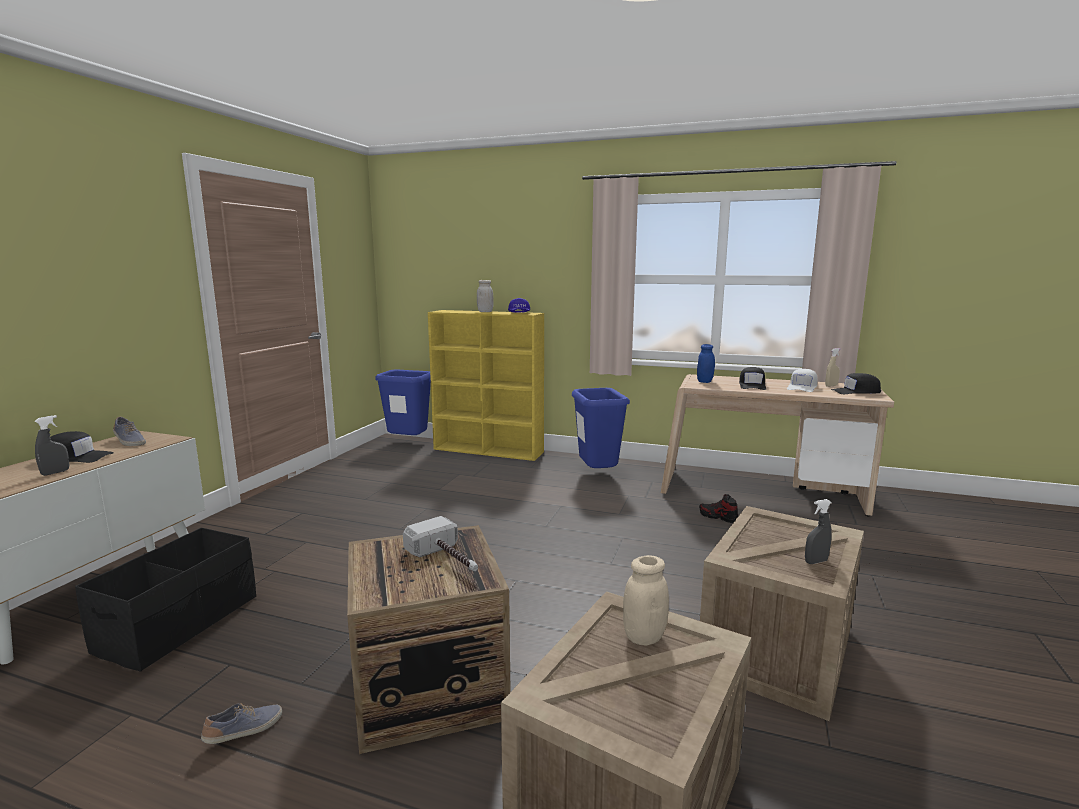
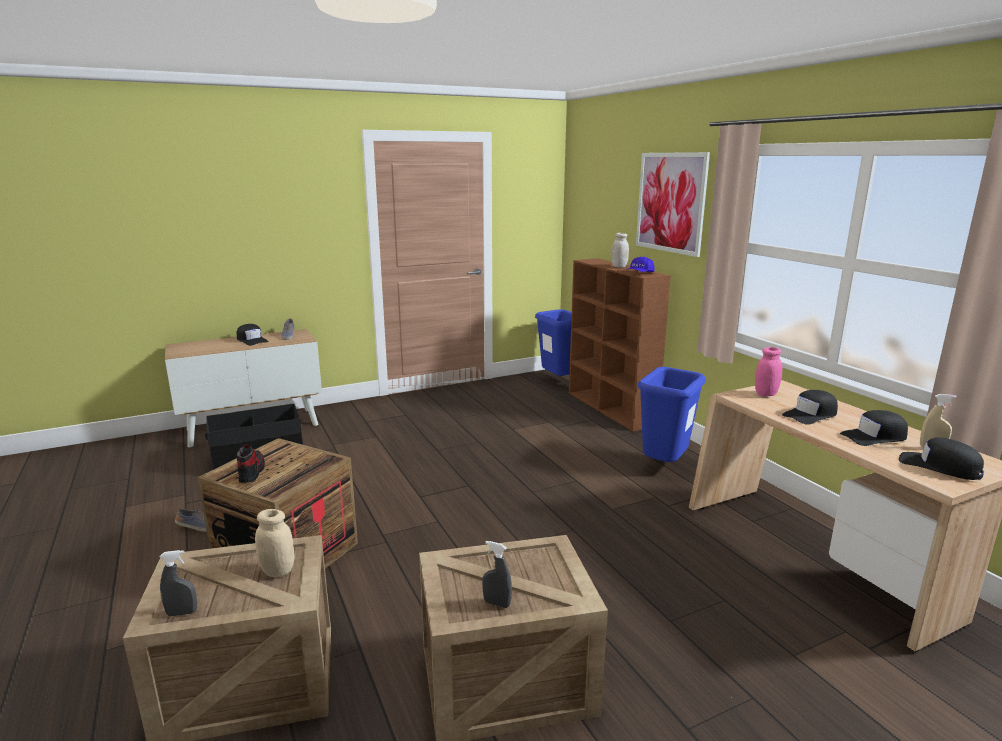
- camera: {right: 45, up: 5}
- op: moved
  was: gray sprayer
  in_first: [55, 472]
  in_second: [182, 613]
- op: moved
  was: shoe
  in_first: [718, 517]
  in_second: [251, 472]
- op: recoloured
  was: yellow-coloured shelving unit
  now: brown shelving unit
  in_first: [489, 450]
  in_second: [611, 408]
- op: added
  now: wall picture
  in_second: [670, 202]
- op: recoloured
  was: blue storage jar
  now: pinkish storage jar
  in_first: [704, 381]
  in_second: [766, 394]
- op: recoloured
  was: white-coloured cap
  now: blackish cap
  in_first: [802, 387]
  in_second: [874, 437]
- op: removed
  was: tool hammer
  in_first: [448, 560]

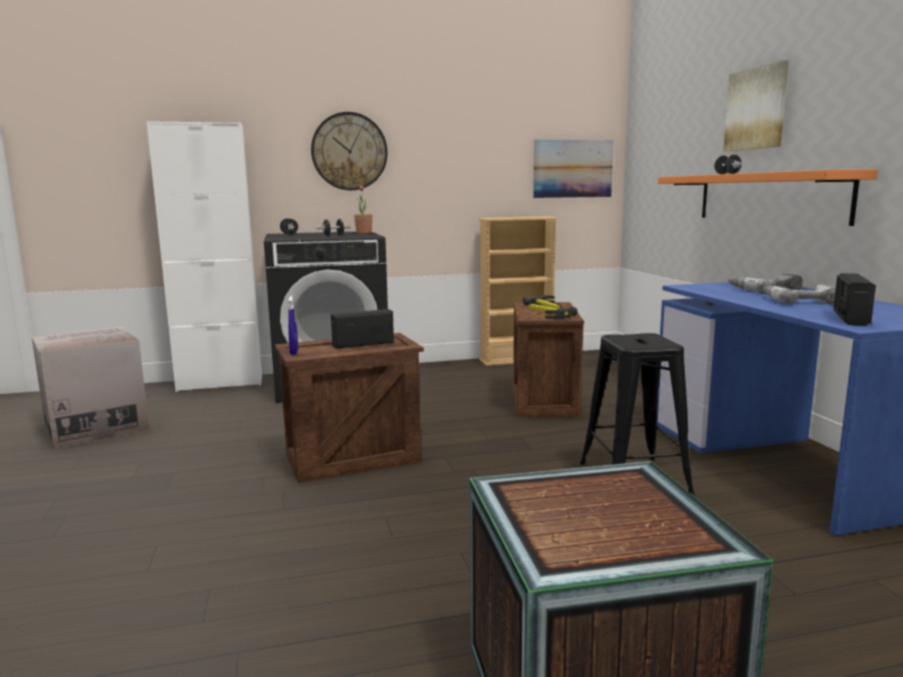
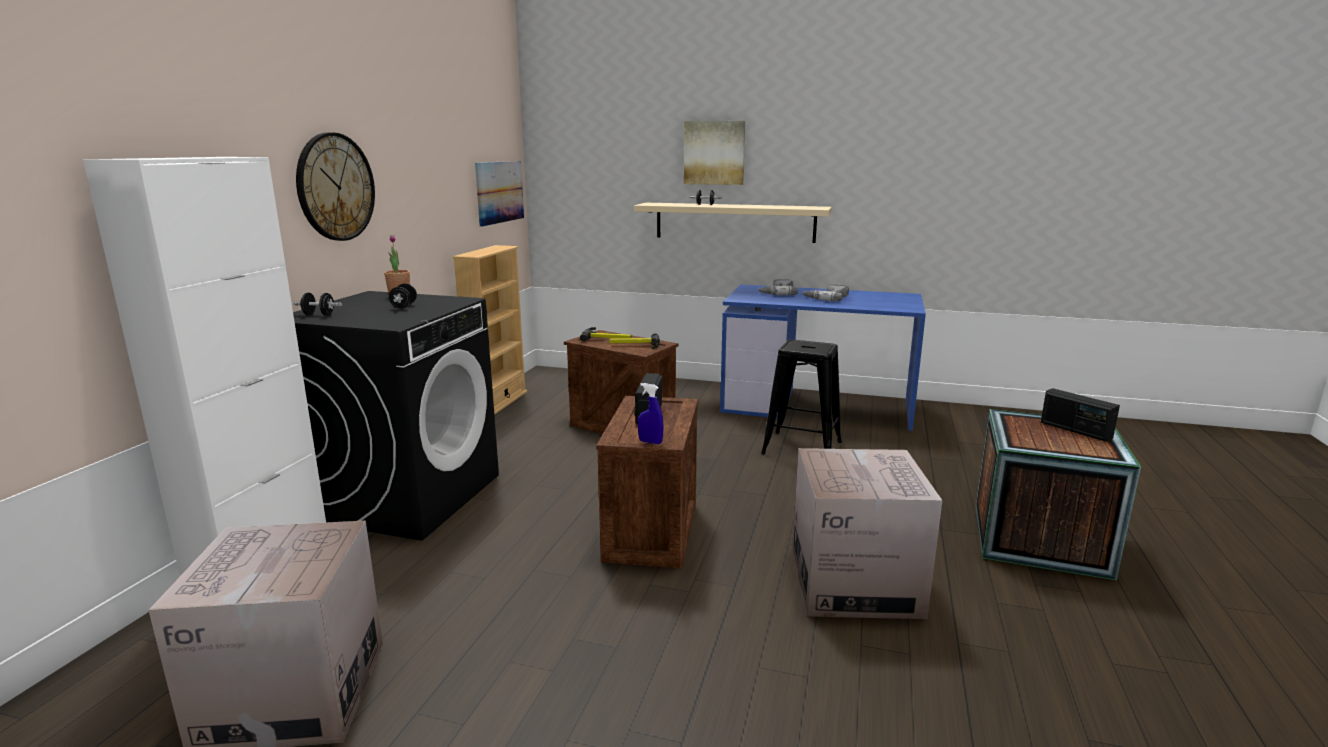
- camera: {right: -60, up: 5}
- op: recoloured
  was: orange bracket shelf
  now: beige bracket shelf
  in_first: [769, 197]
  in_second: [734, 222]
- op: added
  now: carton
  in_second: [854, 583]
- op: moved
  was: radio
  in_first: [850, 318]
  in_second: [1075, 430]

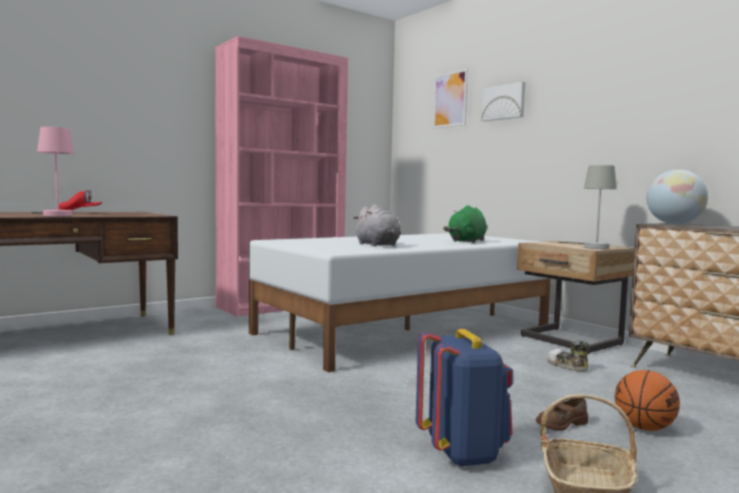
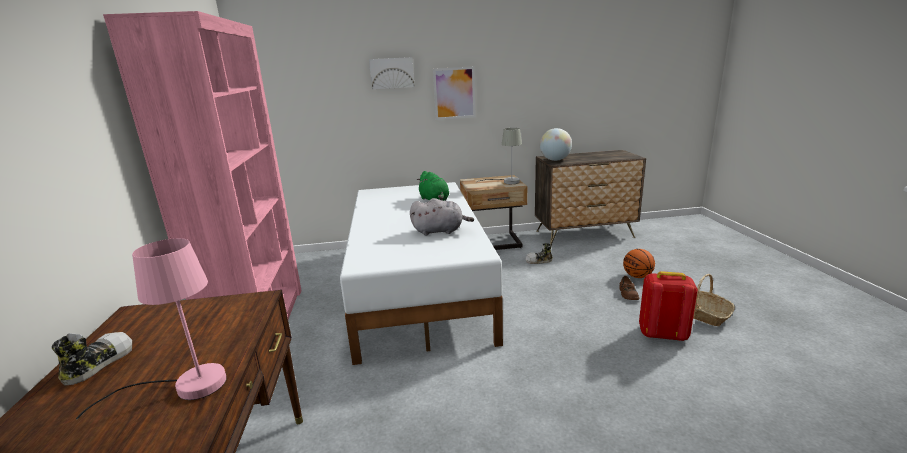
- camera: {right: -60, up: 15}
- op: replaced
  was: red-coloured cap
  now: shoe
  in_first: [80, 212]
  in_second: [98, 364]
- op: moved
  was: wall picture
  in_first: [450, 99]
  in_second: [454, 93]
- op: recoloured
  was: blue backpack
  now: red-coloured backpack
  in_first: [462, 453]
  in_second: [662, 334]

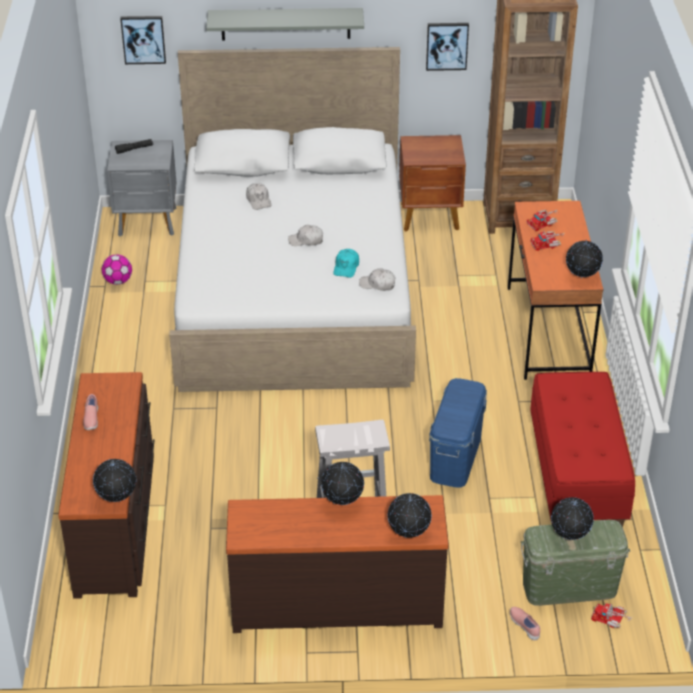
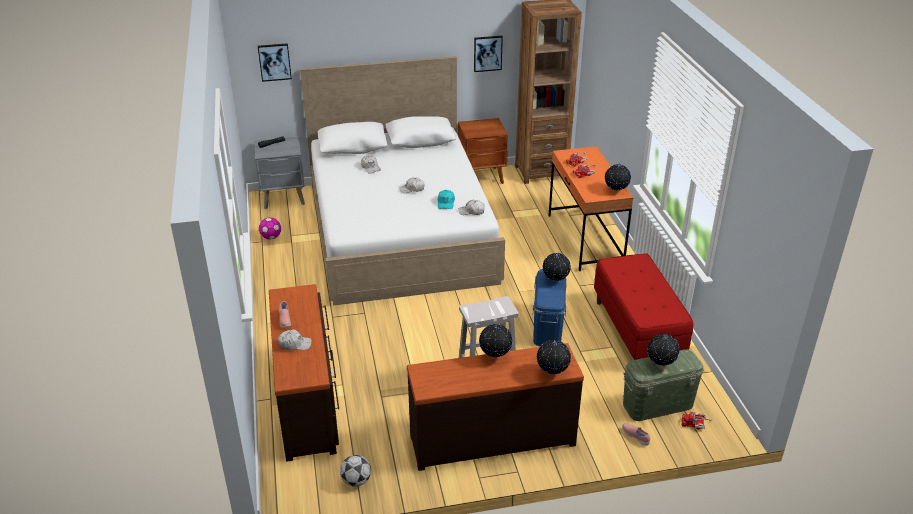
- camera: {right: -10, up: -5}
- op: added
  now: white-coloured cap
  in_second: [294, 344]
- op: added
  now: football
  in_second: [356, 481]
- op: moved
  was: globe
  in_first: [117, 499]
  in_second: [555, 281]
- op: removed
  was: gray bracket shelf
  in_first: [285, 24]

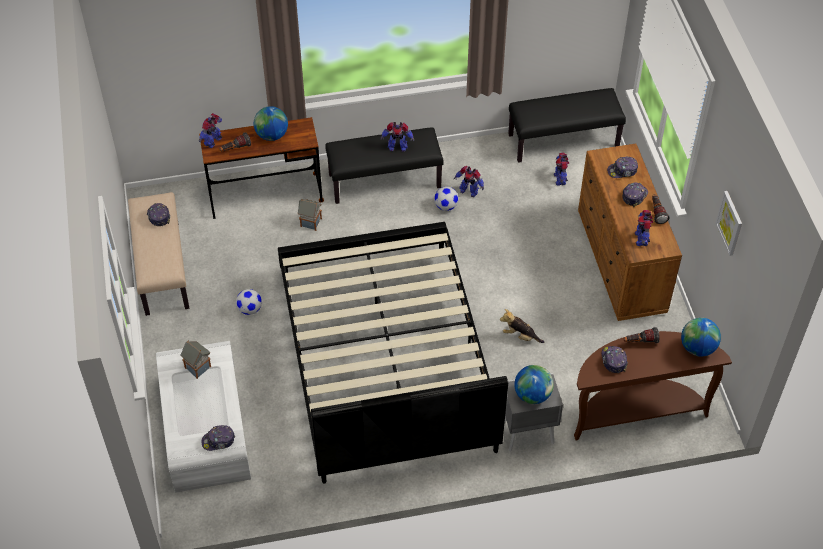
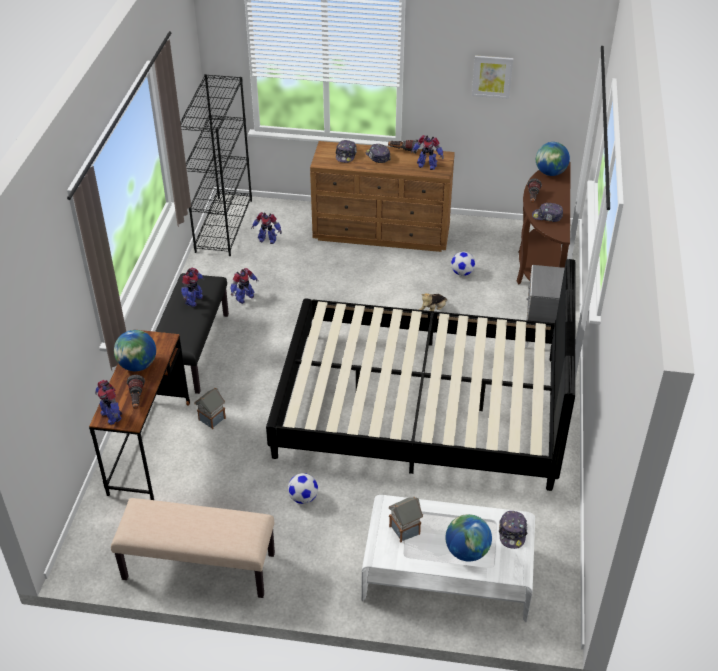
- camera: {right: -70, up: -10}
- op: replaced
  was: blackish long seat
  now: blackish shelving unit
  in_first: [563, 140]
  in_second: [224, 225]
- op: moved
  was: globe
  in_first: [532, 395]
  in_second: [466, 551]
- op: moved
  was: football
  in_first: [446, 206]
  in_second: [462, 273]
- op: removed
  was: cap
  in_first: [158, 216]

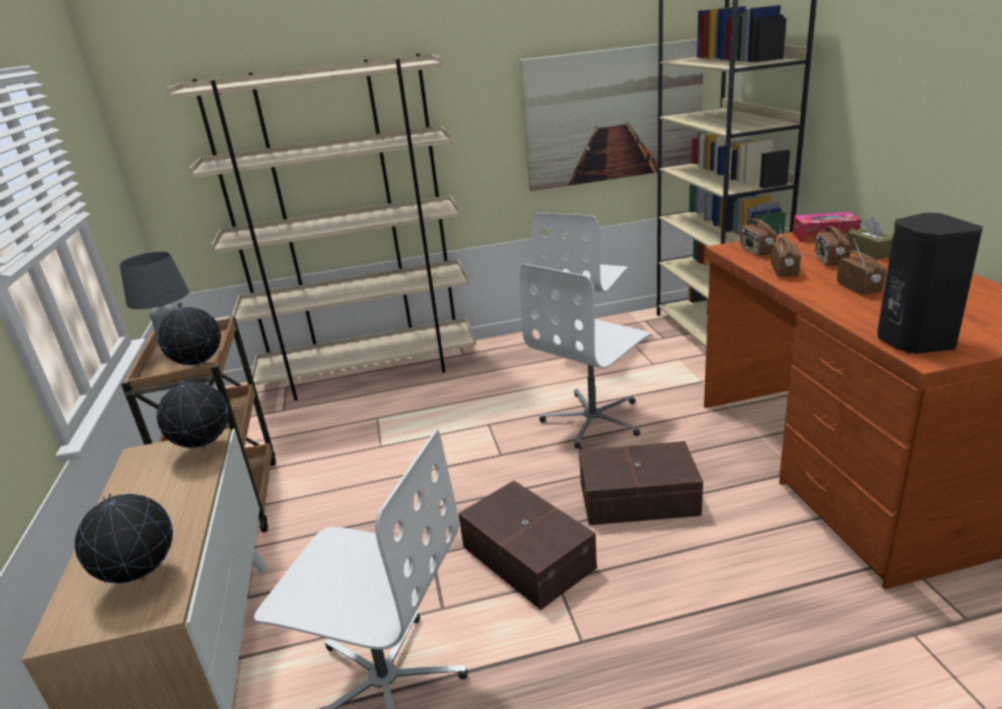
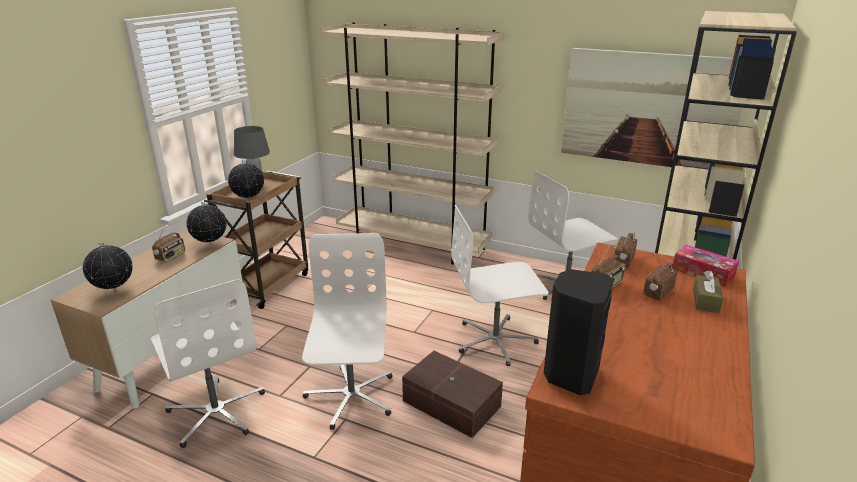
- camera: {right: 35, up: 0}
- op: moved
  was: radio
  in_first: [859, 288]
  in_second: [171, 257]
- op: replaced
  was: brown storage box
  now: white-coloured computer chair
  in_first: [528, 555]
  in_second: [351, 396]

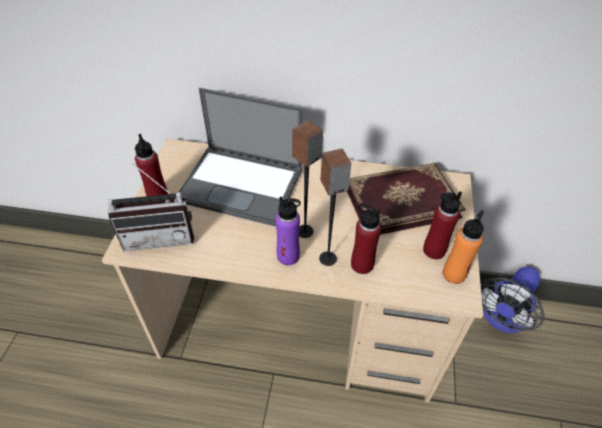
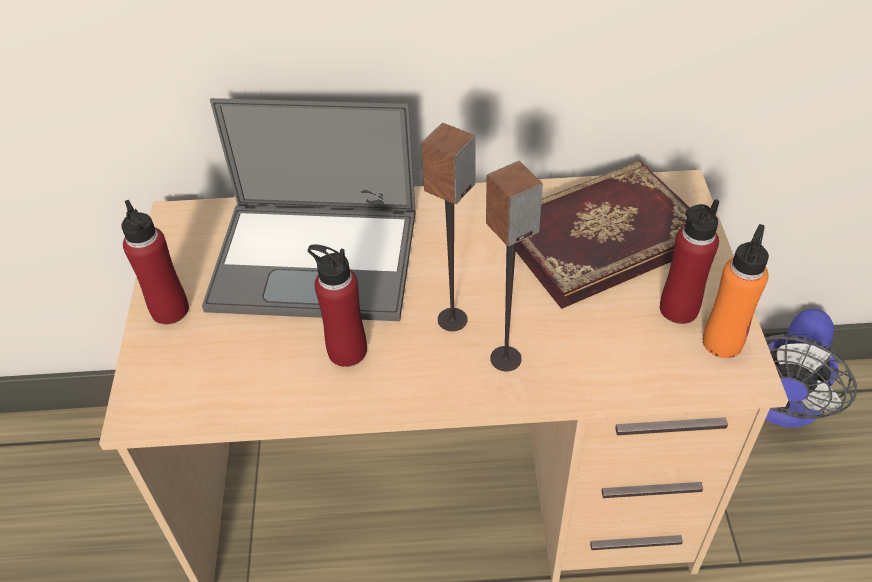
- camera: {right: -10, up: 0}
- op: moved
  was: red-coloured drink bottle
  in_first: [362, 264]
  in_second: [347, 351]
- op: removed
  was: radio
  in_first: [160, 235]
- op: removed
  was: purplish drink bottle
  in_first: [288, 256]

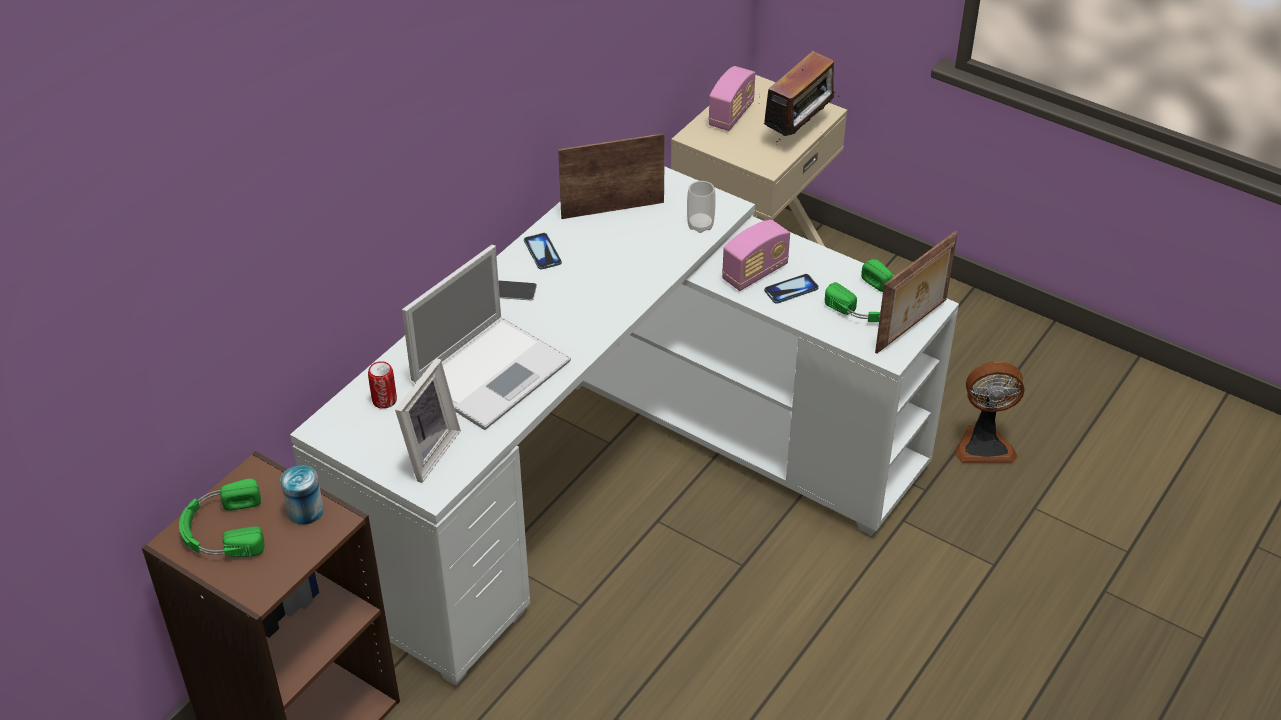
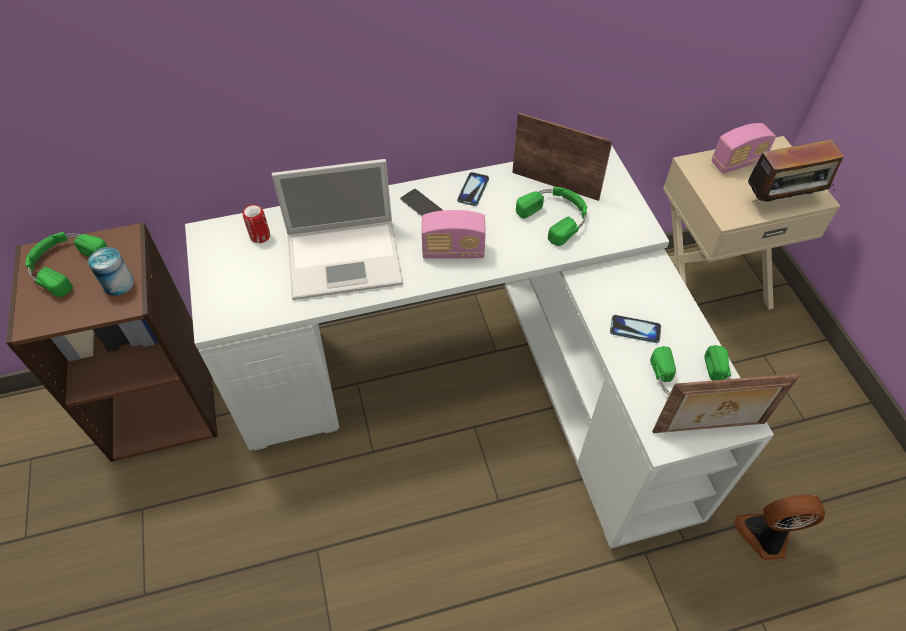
- camera: {right: 40, up: 10}
- op: moved
  was: radio
  in_first: [755, 273]
  in_second: [453, 251]
- op: added
  now: greenish headset
  in_second: [556, 217]
- op: turned
  was: fan
  in_first: [984, 444]
  in_second: [765, 536]
  clockwise: 135
- op: removed
  was: picture frame
  in_first: [426, 451]
- op: removed
  was: cup
  in_first: [700, 225]

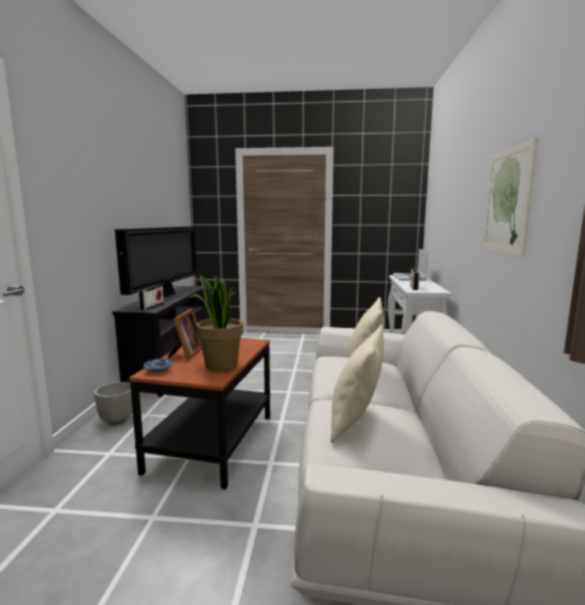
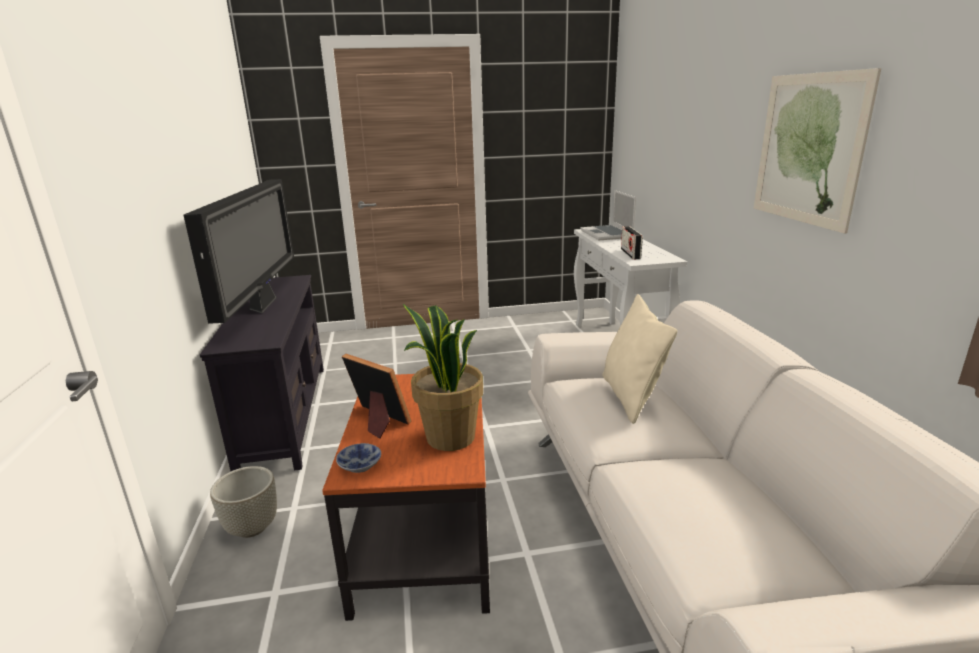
- camera: {right: -15, up: 10}
- op: turned
  was: picture frame
  in_first: [186, 353]
  in_second: [377, 421]
  clockwise: -45
- op: removed
  was: radio
  in_first: [152, 306]
- op: removed
  was: beige throw pillow
  in_first: [355, 421]

